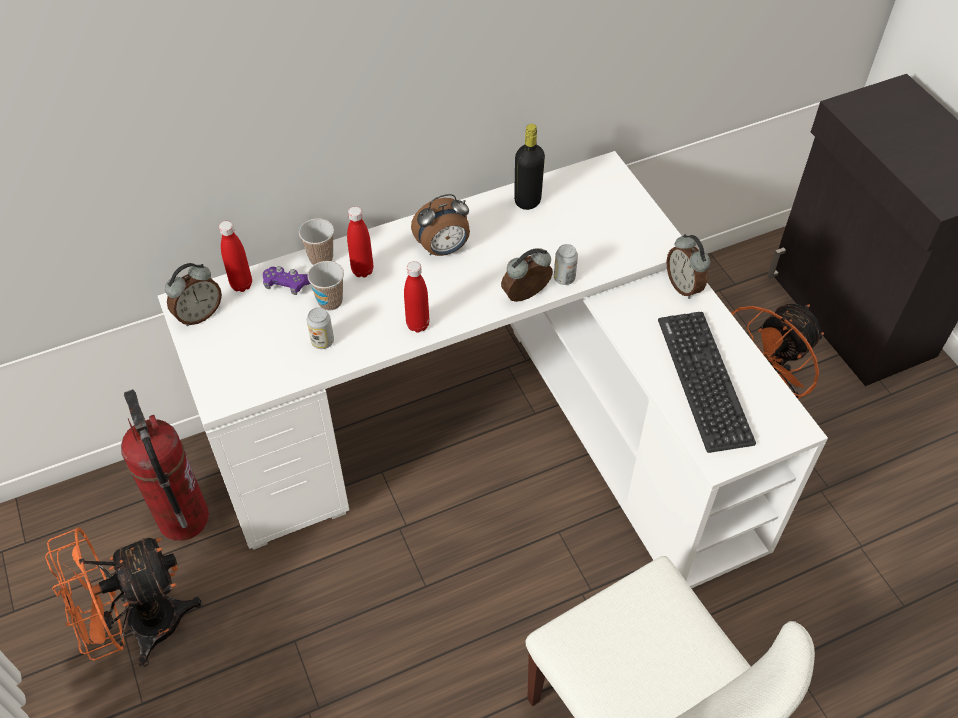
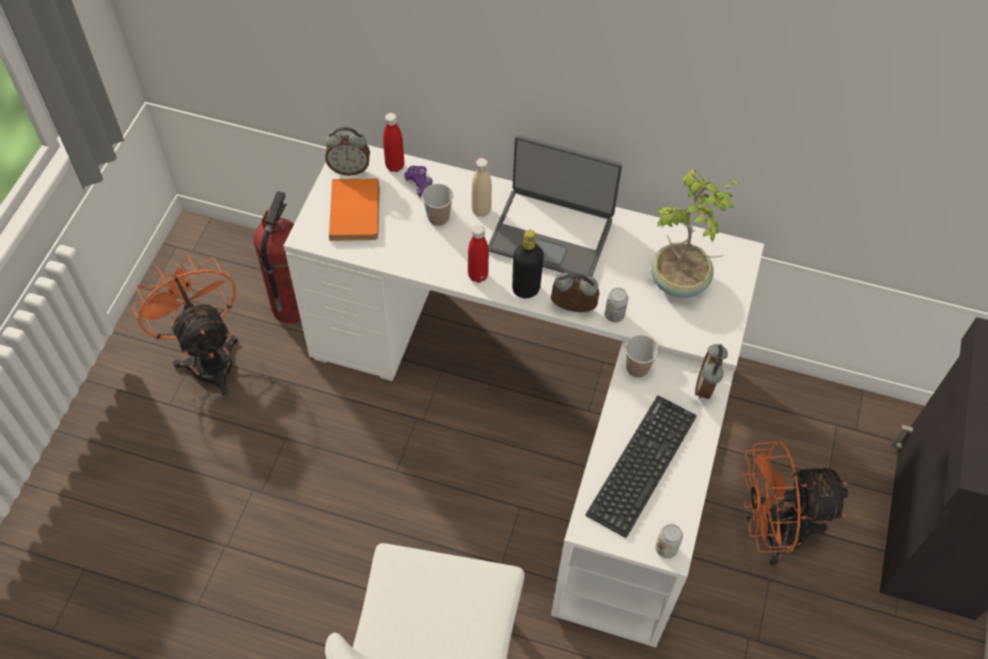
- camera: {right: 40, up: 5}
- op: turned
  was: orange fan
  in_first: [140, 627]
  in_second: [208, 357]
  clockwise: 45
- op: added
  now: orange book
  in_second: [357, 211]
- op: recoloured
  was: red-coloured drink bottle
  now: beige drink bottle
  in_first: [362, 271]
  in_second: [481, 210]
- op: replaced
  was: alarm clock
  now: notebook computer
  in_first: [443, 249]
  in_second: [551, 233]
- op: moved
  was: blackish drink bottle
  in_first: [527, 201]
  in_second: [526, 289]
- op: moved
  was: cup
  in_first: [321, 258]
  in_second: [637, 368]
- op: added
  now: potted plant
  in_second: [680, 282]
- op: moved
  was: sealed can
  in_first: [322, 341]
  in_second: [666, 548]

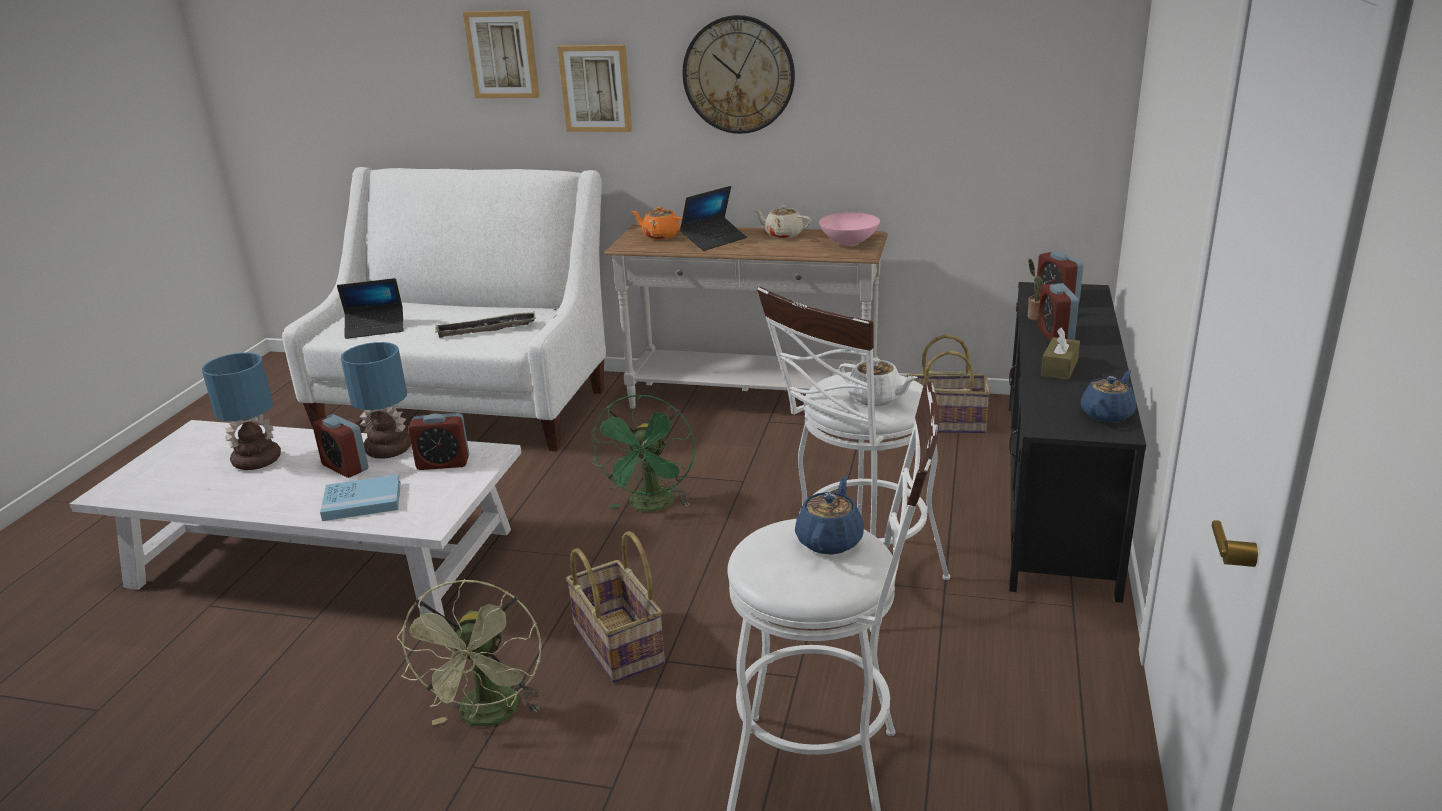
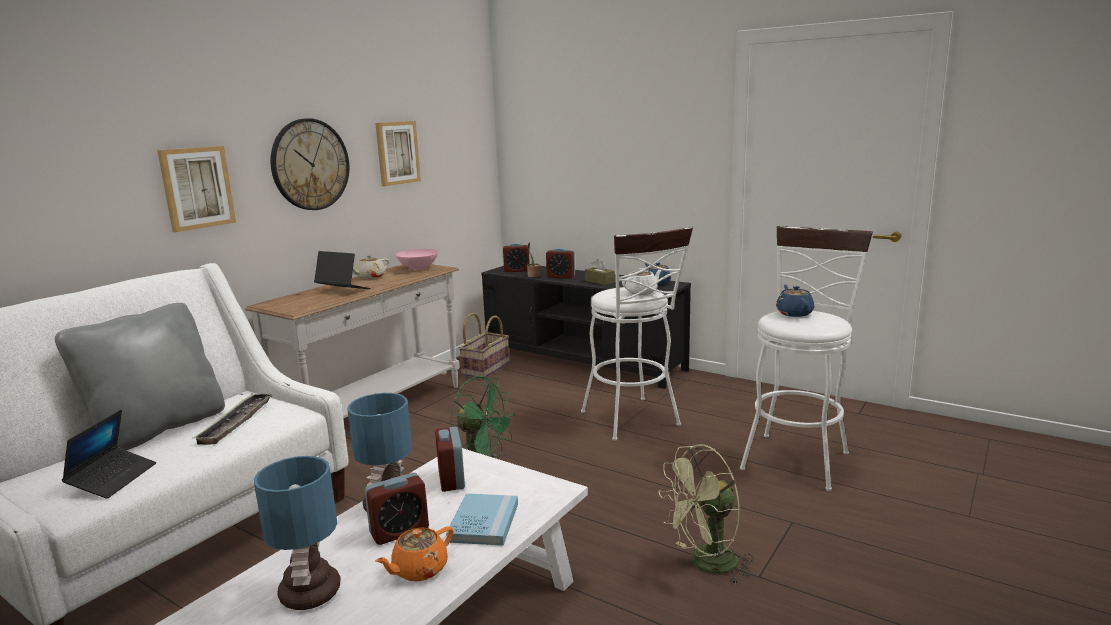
- camera: {right: -70, up: -10}
- op: added
  now: gray throw pillow
  in_second: [158, 429]
- op: turned
  was: notebook computer
  in_first: [714, 240]
  in_second: [343, 290]
  clockwise: -45
- op: moved
  was: wall picture
  in_first: [503, 54]
  in_second: [397, 153]
- op: moved
  was: orange teapot
  in_first: [660, 236]
  in_second: [419, 570]
- op: turned
  was: alarm clock
  in_first: [443, 463]
  in_second: [451, 479]
  clockwise: 150
- op: turned
  was: greenish fan
  in_first: [489, 717]
  in_second: [706, 564]
  clockwise: 135
- op: turned
  was: blue teapot
  in_first: [830, 540]
  in_second: [794, 313]
  clockwise: 45
- op: removed
  was: basket
  in_first: [620, 644]

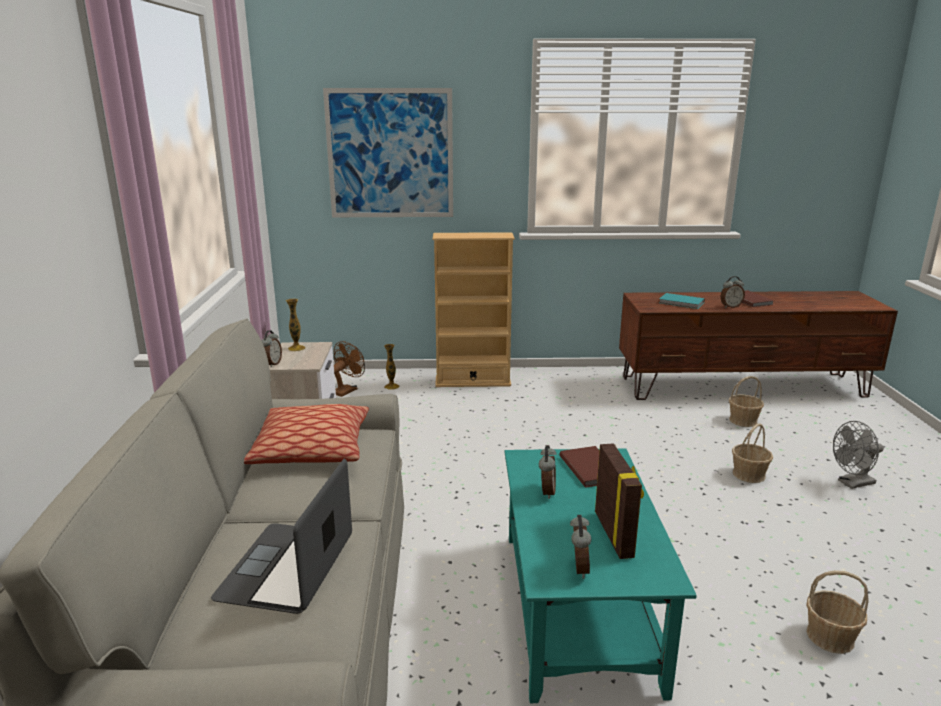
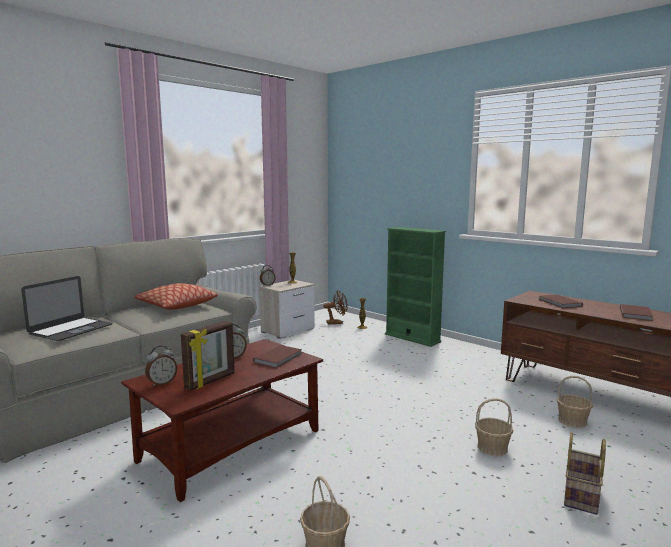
- camera: {right: 45, up: -10}
- op: turned
  was: notebook computer
  in_first: [287, 567]
  in_second: [71, 329]
  clockwise: 150
- op: recoloured
  was: blue-green coffee table
  now: brown coffee table
  in_first: [576, 607]
  in_second: [232, 444]
- op: recoloured
  was: beige shelving unit
  now: greenish shelving unit
  in_first: [473, 381]
  in_second: [412, 338]
- op: recoloured
  was: blue-green book
  now: brown book
  in_first: [681, 303]
  in_second: [559, 303]
- op: replaced
  was: gray fan
  now: basket
  in_first: [852, 483]
  in_second: [582, 496]
- op: removed
  was: wall picture
  in_first: [390, 154]
- op: removed
  was: alarm clock
  in_first: [730, 307]

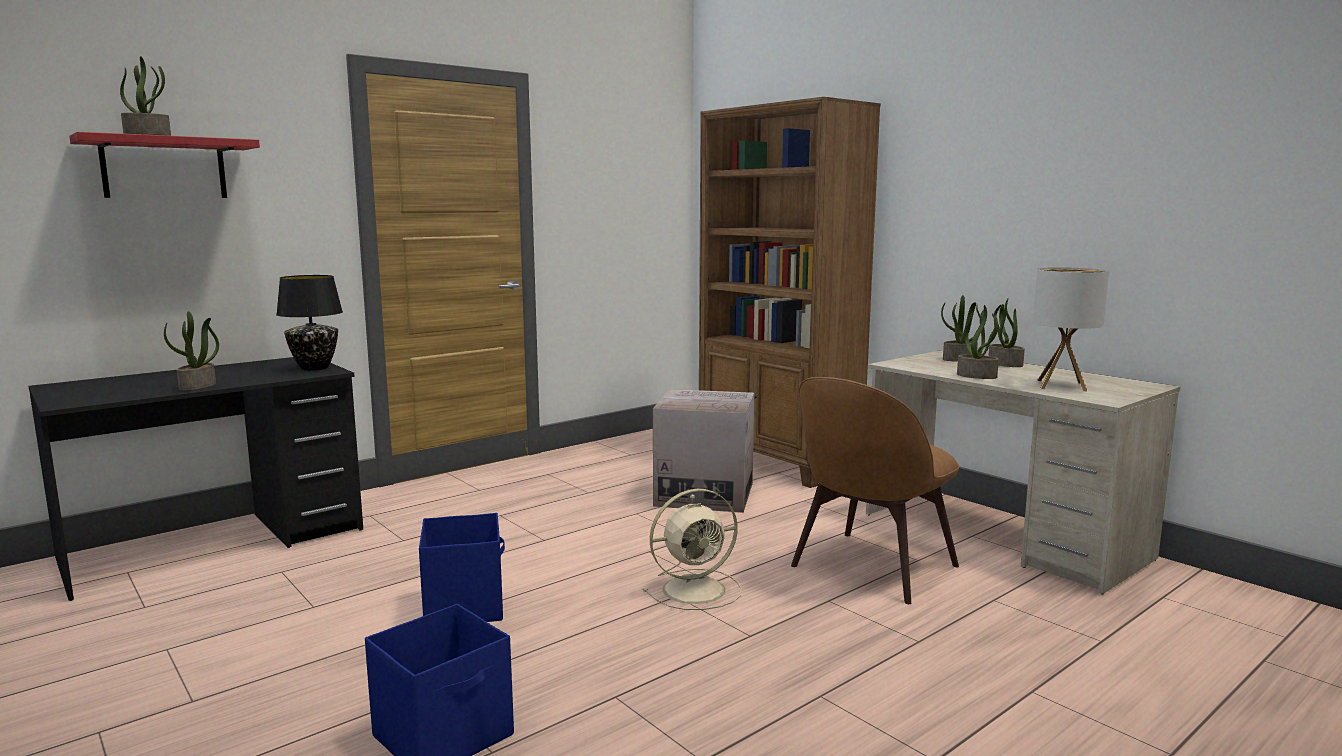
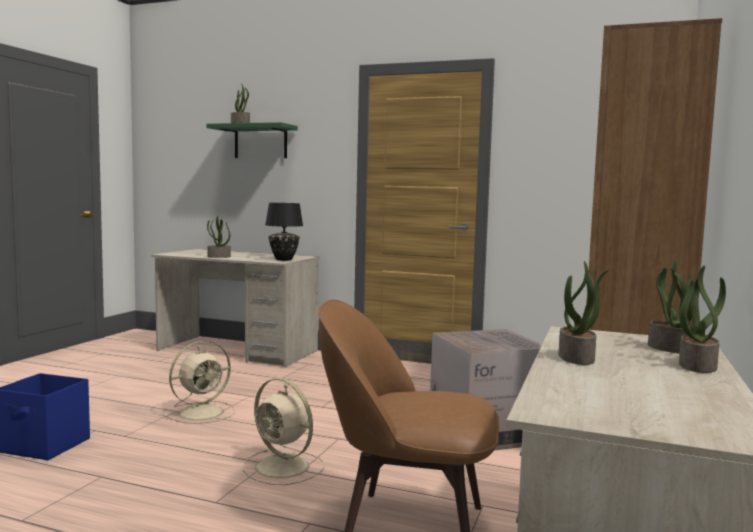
- camera: {right: 60, up: -5}
- op: recoloured
  was: blackish desk
  now: beige desk
  in_first: [216, 544]
  in_second: [237, 351]
- op: replaced
  was: blue storage box
  now: beige fan
  in_first: [465, 606]
  in_second: [203, 412]
- op: recoloured
  was: red-coloured bracket shelf
  now: greenish bracket shelf
  in_first: [164, 168]
  in_second: [260, 142]
- op: removed
  was: tabletop lamp
  in_first: [1061, 385]

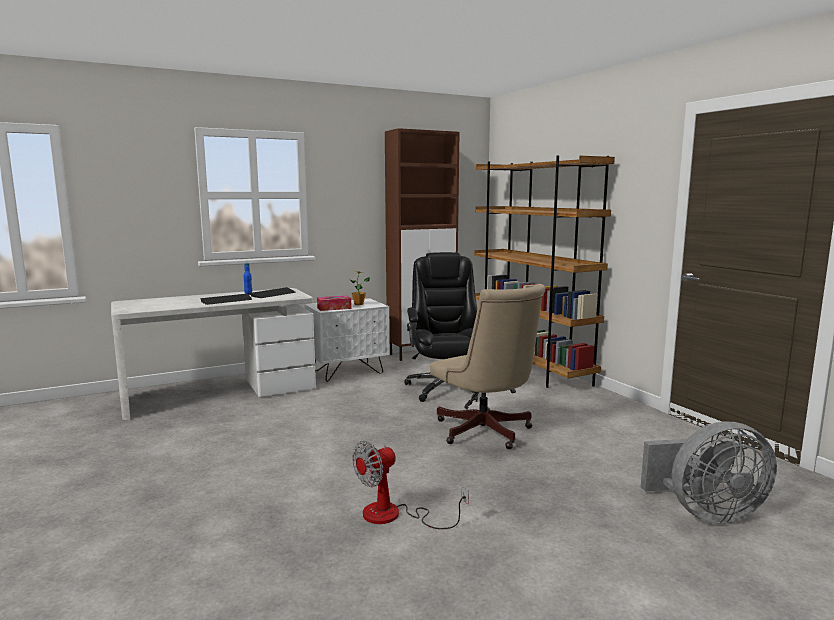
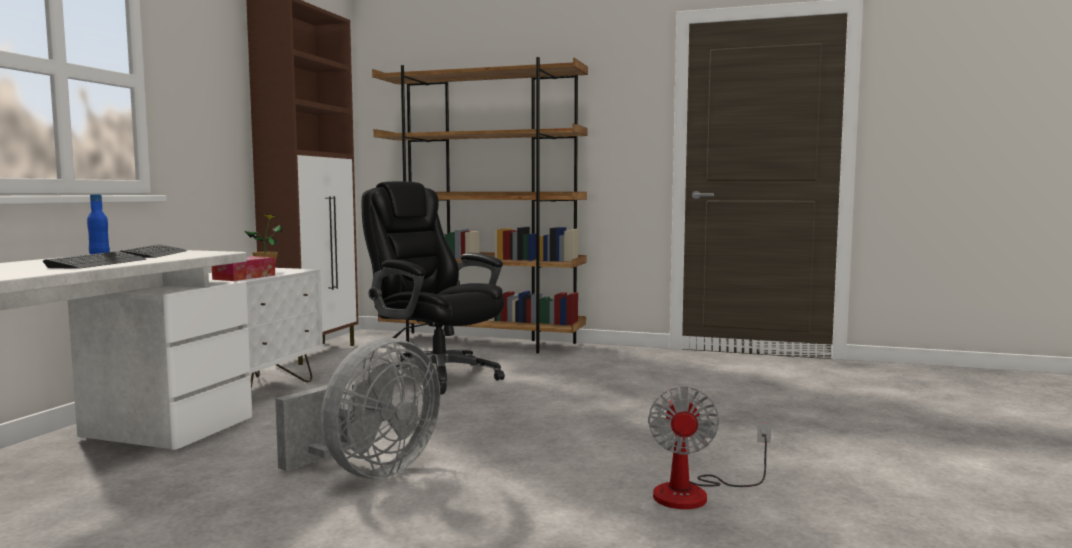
- camera: {right: -45, up: -5}
- op: moved
  was: gray fan
  in_first: [706, 513]
  in_second: [369, 472]
- op: removed
  was: beige computer chair
  in_first: [486, 433]

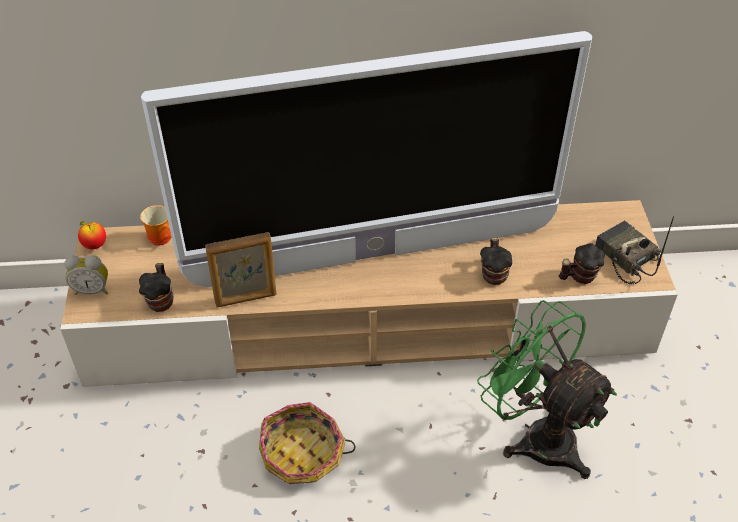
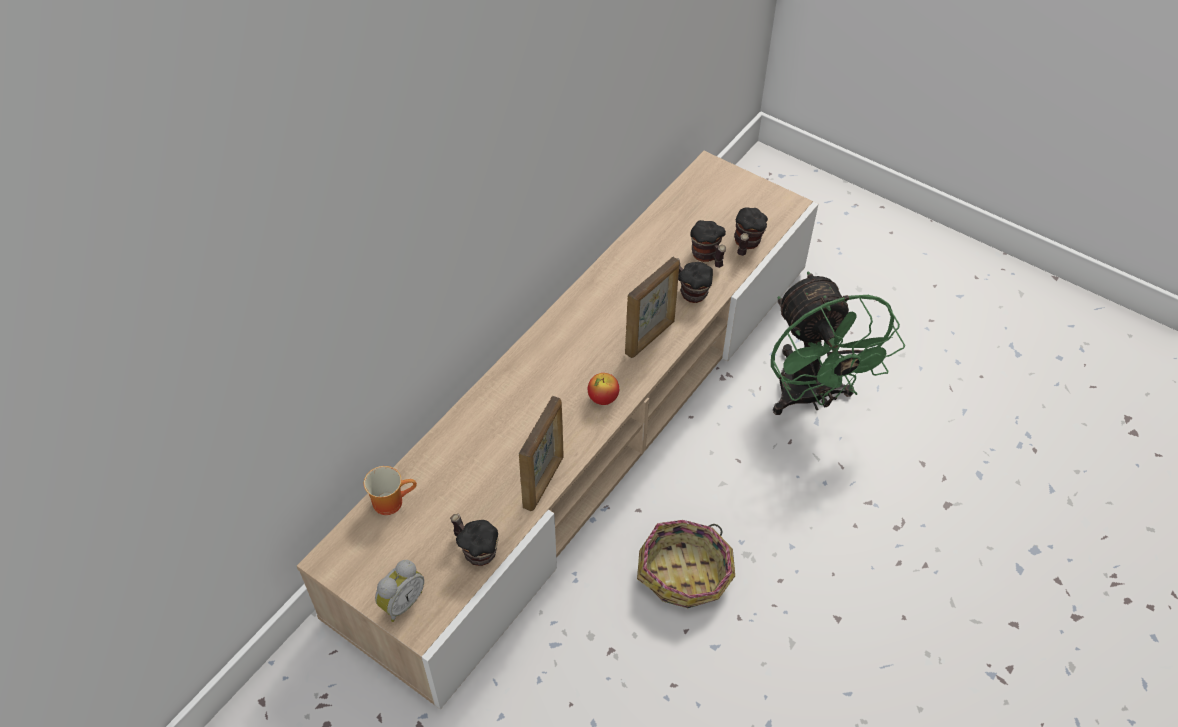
- camera: {right: -50, up: 5}
- op: moved
  was: apple
  in_first: [95, 245]
  in_second: [603, 398]
- op: added
  now: picture frame
  in_second: [650, 337]
- op: added
  now: coffee mug
  in_second: [707, 257]
- op: turned
  was: greenish fan
  in_first: [537, 435]
  in_second: [810, 397]
  clockwise: -105
- op: removed
  was: TV set
  in_first: [373, 255]
- op: removed
  was: radio
  in_first: [624, 257]

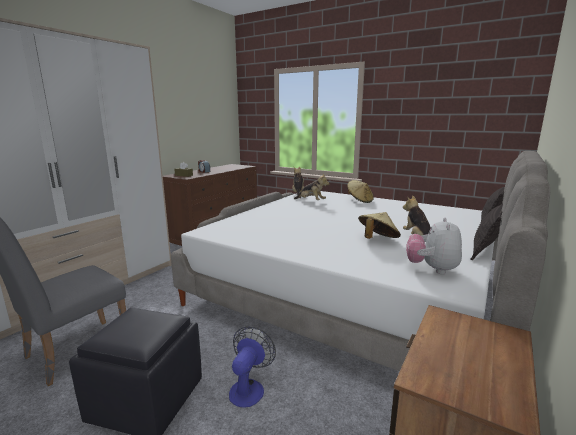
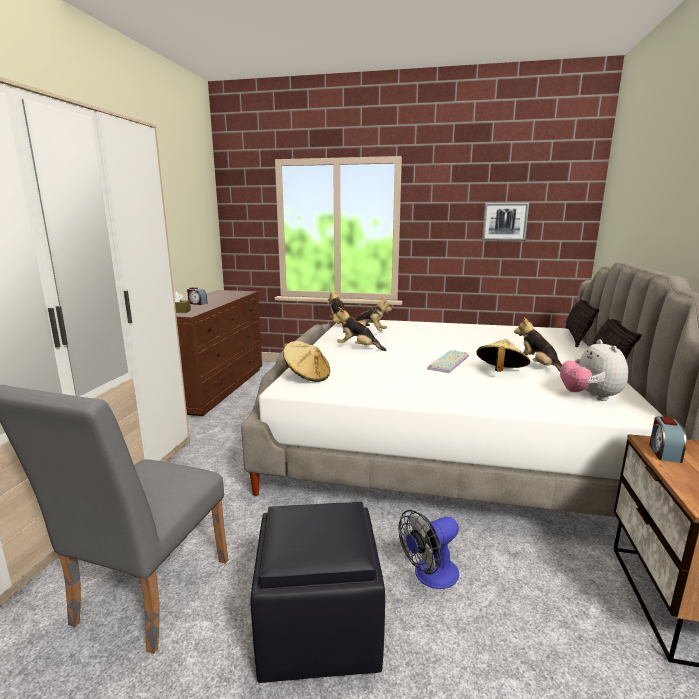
- camera: {right: -20, up: 0}
- op: moved
  was: beige wearable hat
  in_first: [359, 200]
  in_second: [307, 376]
- op: added
  now: soft toy
  in_second: [358, 348]
- op: turned
  was: fan
  in_first: [249, 388]
  in_second: [430, 576]
  clockwise: -120
- op: added
  now: keyboard
  in_second: [449, 363]
- op: added
  now: wall picture
  in_second: [504, 221]
- op: added
  now: alarm clock
  in_second: [664, 452]

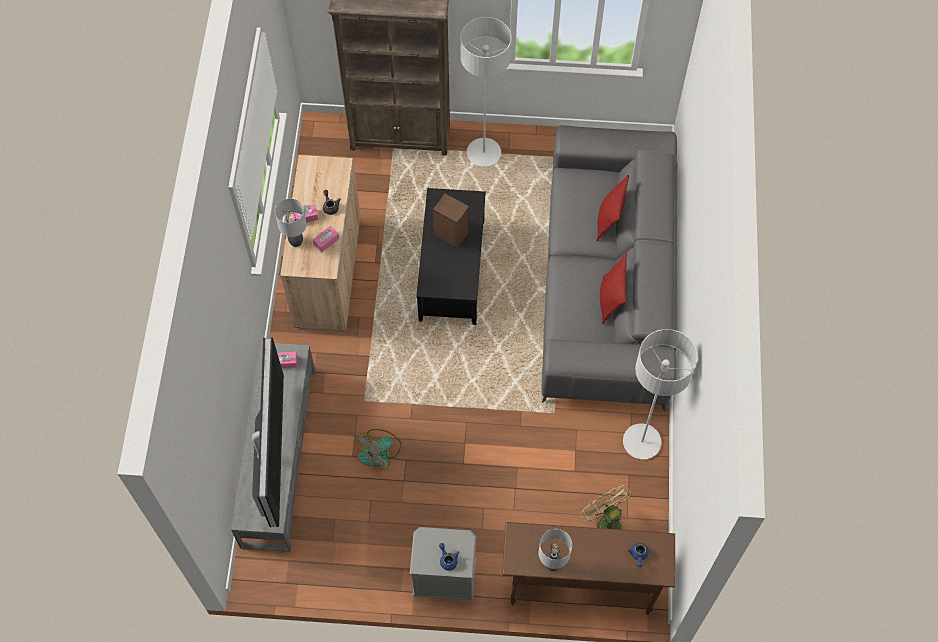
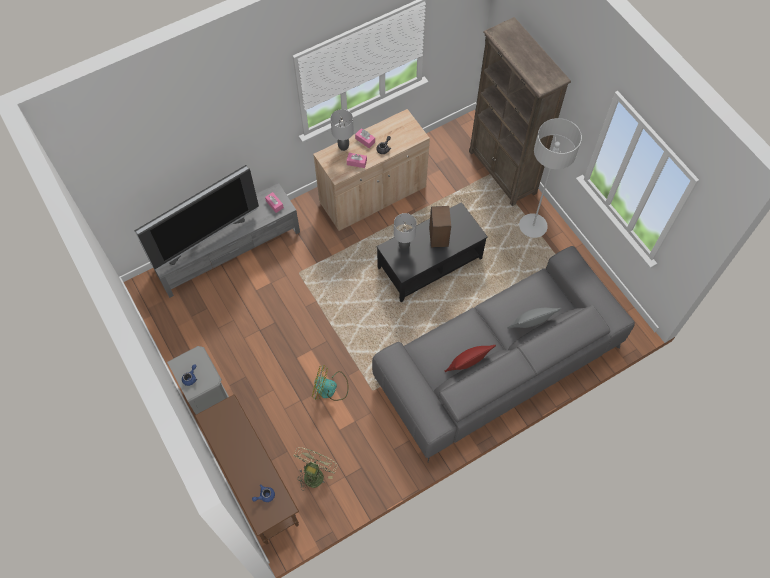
- camera: {right: 55, up: 0}
- op: moved
  was: fan
  in_first: [380, 452]
  in_second: [330, 388]
- op: moved
  was: gray tabletop lamp
  in_first: [552, 564]
  in_second: [404, 246]
- op: recoloured
  was: red-coloured throw pillow
  now: gray throw pillow
  in_first: [609, 220]
  in_second: [530, 326]
- op: removed
  was: gray standing lamp
  in_first: [641, 442]

